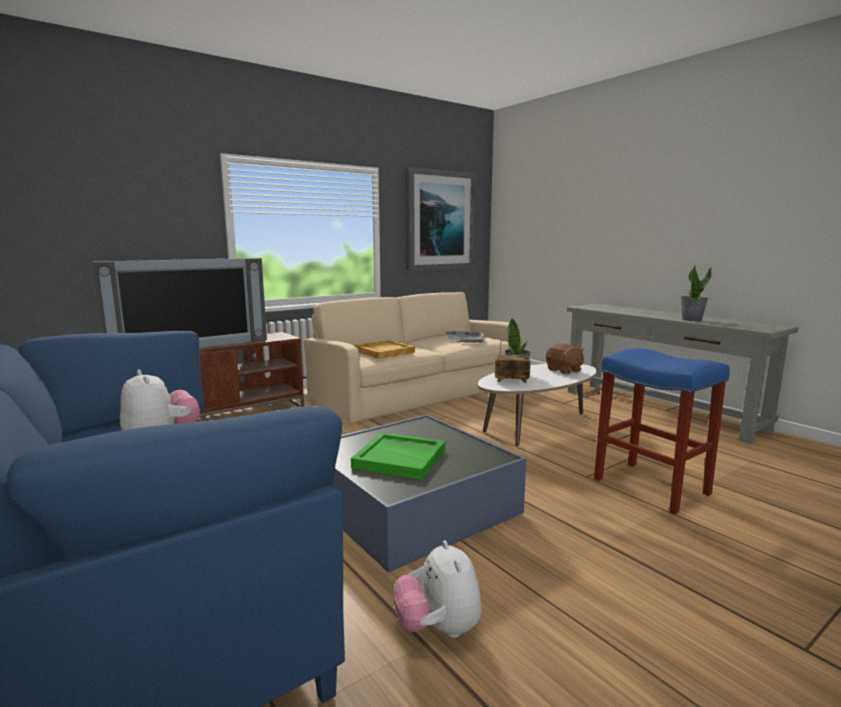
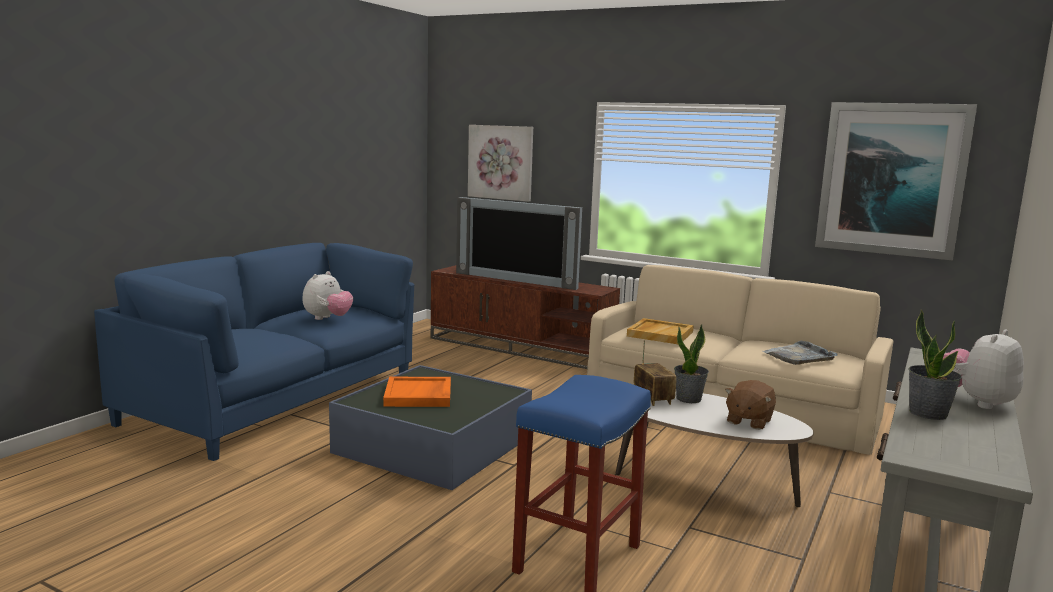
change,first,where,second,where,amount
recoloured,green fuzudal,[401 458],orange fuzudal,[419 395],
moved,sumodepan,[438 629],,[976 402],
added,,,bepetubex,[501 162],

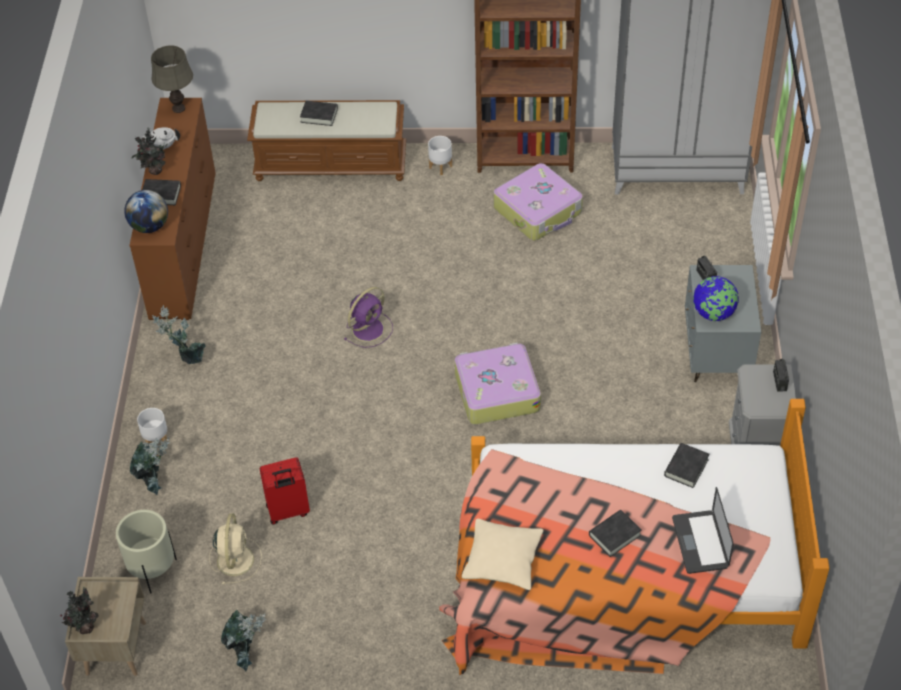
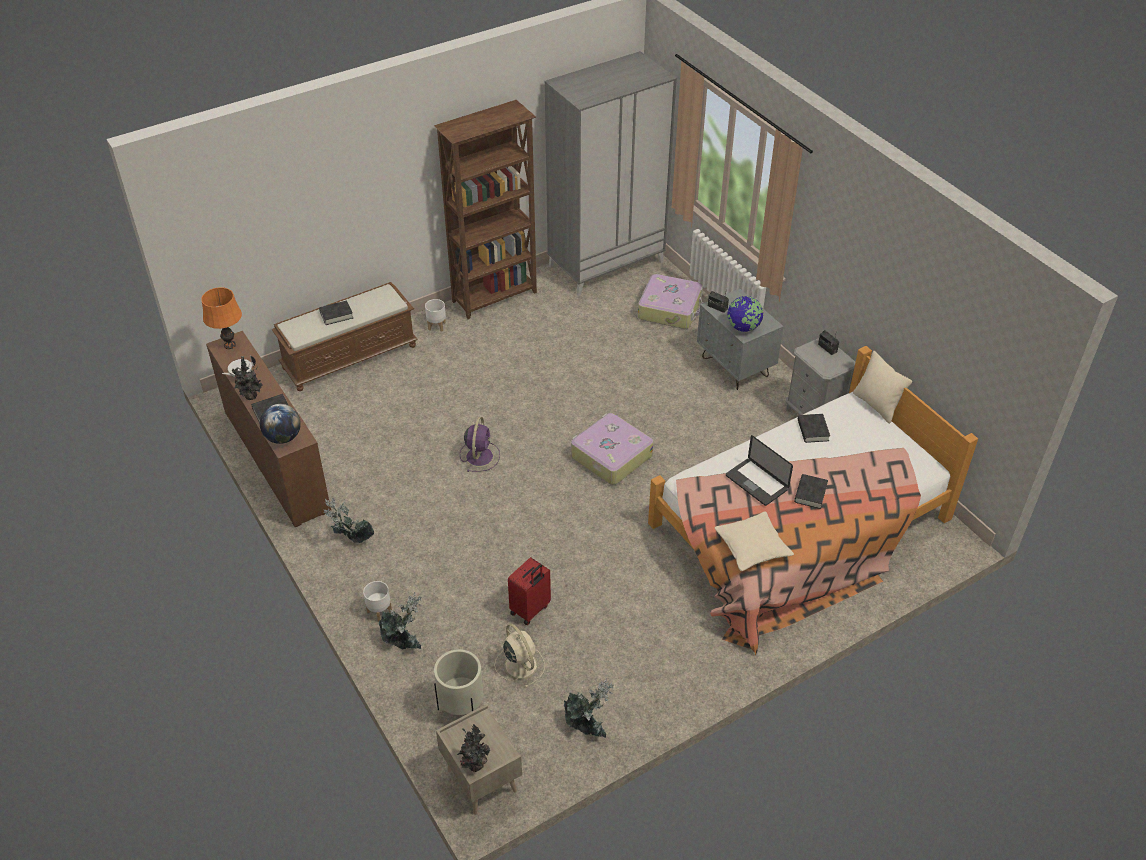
change,first,where,second,where,amount
recoloured,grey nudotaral,[178 108],orange nudotaral,[229 345],
moved,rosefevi,[538 211],,[670 309],
moved,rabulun,[700 543],,[756 482],
added,,,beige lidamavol,[876 405],

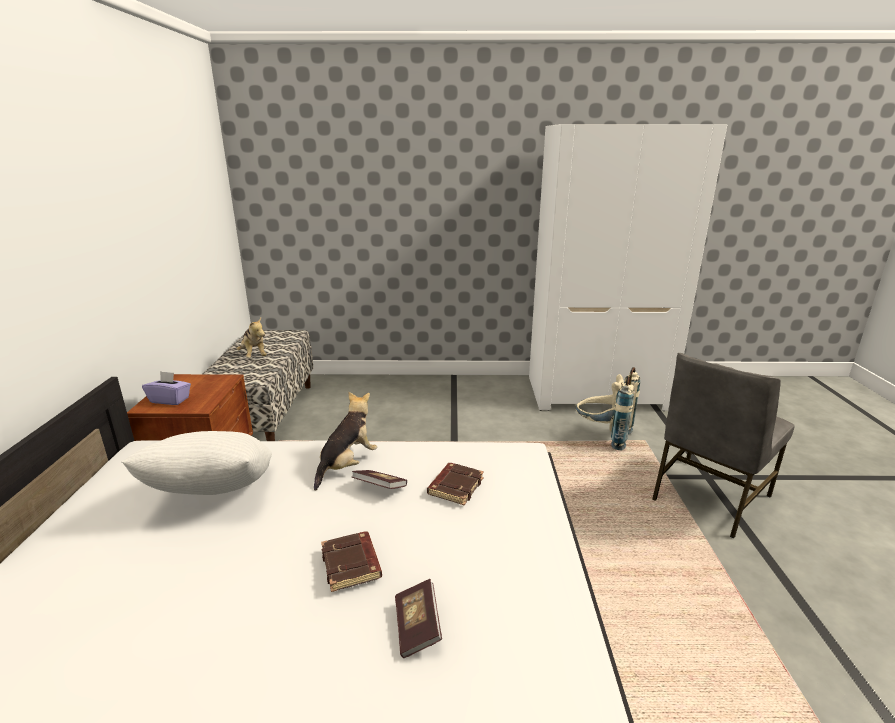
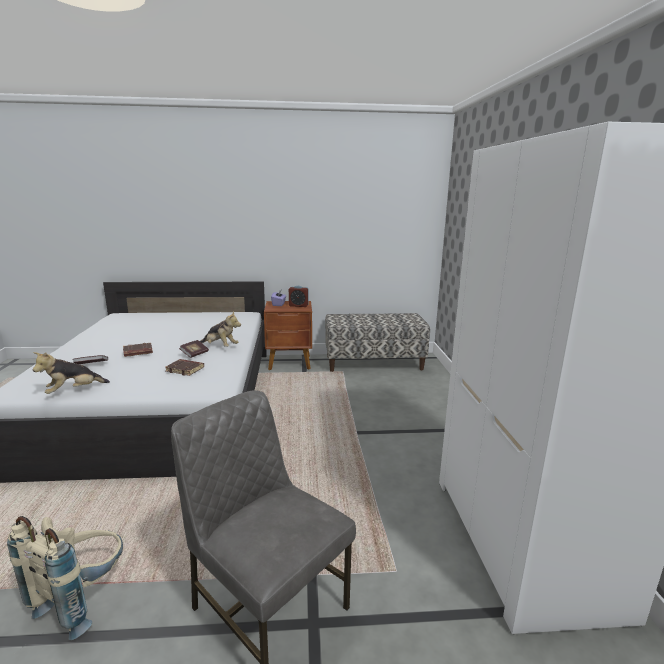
change,first,where,second,where,amount
removed,white lidamavol,[213 496],,,
moved,sumodepan,[254 356],,[73 391],
moved,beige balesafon,[603 436],,[83 598],
added,,,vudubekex,[298 305],

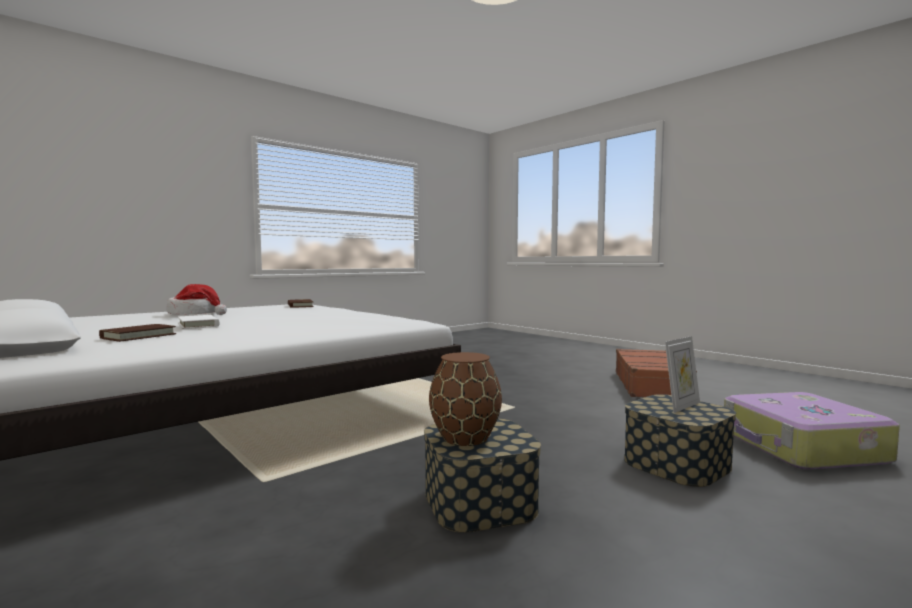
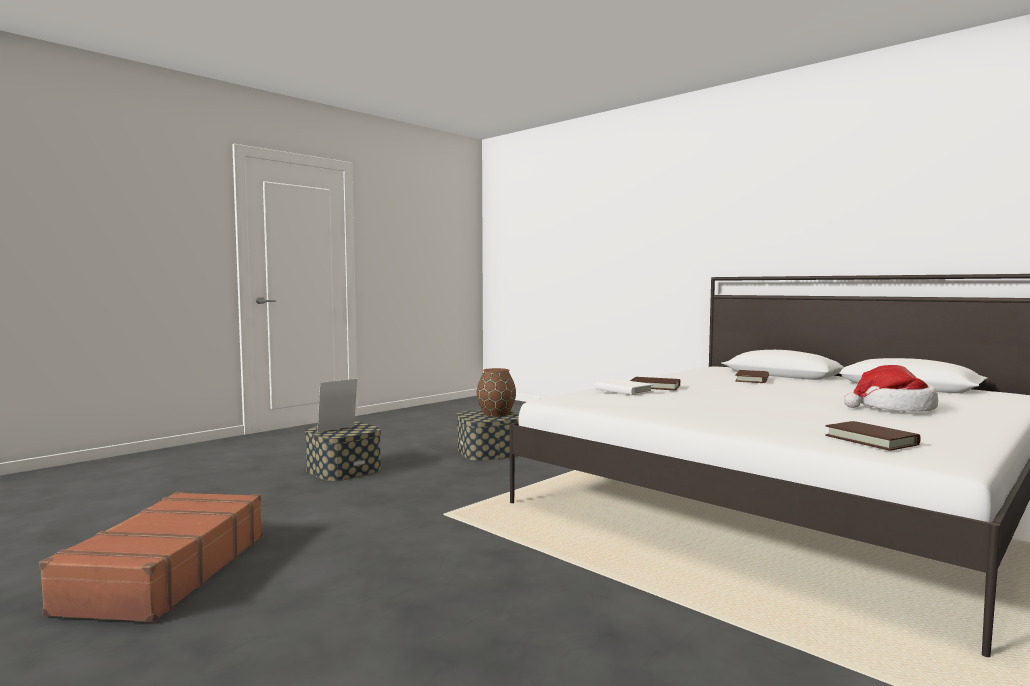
change,first,where,second,where,amount
moved,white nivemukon,[198 325],,[623 390],
removed,rosefevi,[801 447],,,
added,,,brown nivemukon,[655 386],

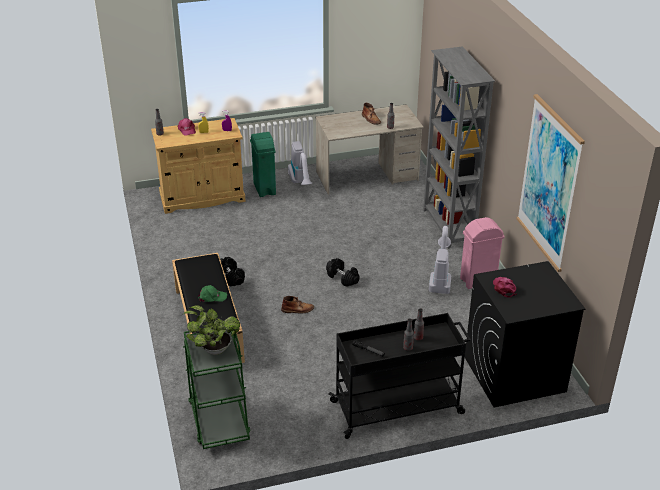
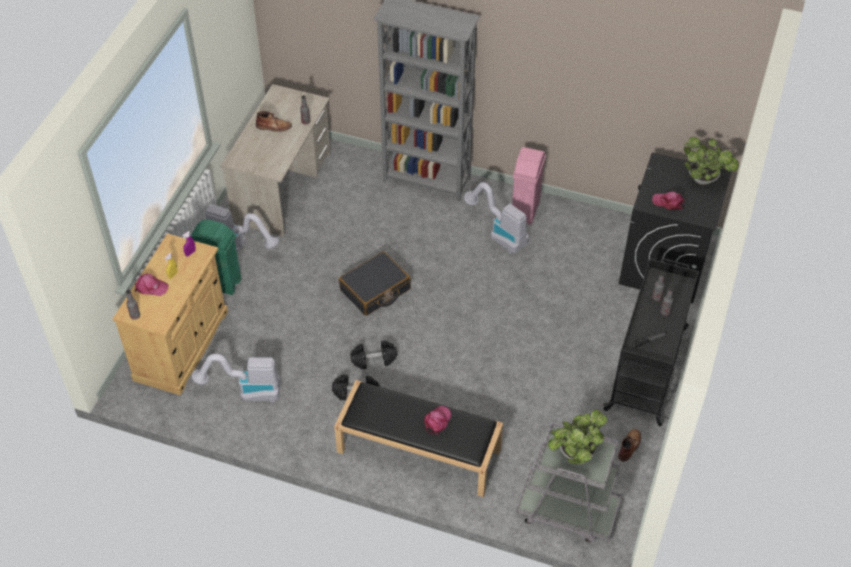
change,first,where,second,where,amount
recoloured,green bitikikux,[219 419],grey bitikikux,[567 510],
recoloured,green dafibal,[212 297],pink dafibal,[437 421],
moved,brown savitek,[298 309],,[629 446],
moved,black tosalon,[342 278],,[374 359],
removed,bepetubex,[549 183],,,
added,,,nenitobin,[246 391],
added,,,black rosefevi,[375 290],
added,,,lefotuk,[704 180],

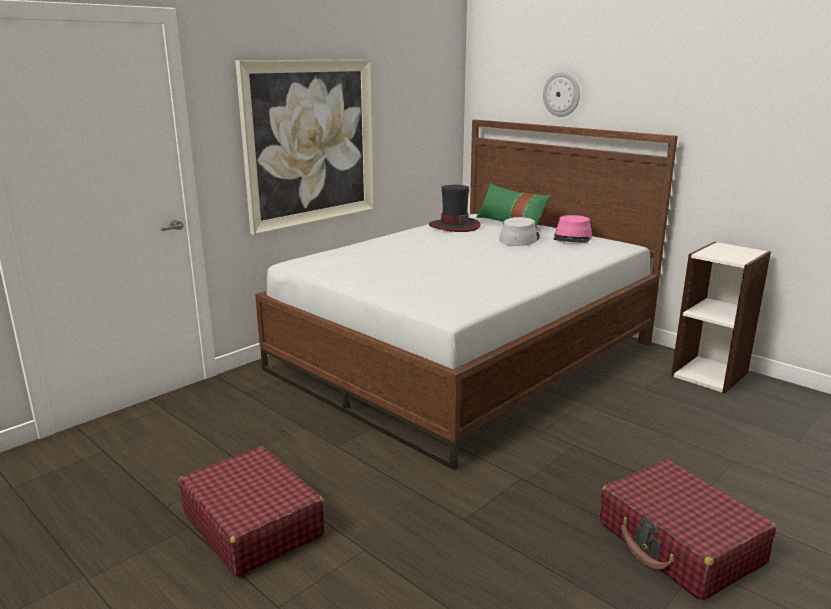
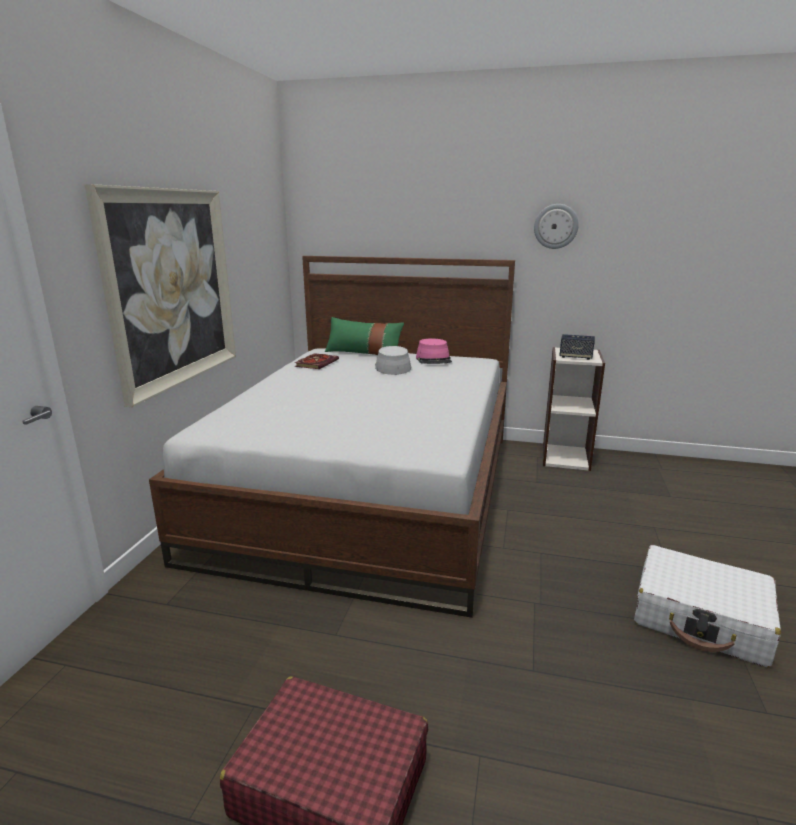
change,first,where,second,where,amount
replaced,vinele,[454 226],nivemukon,[316 363],
moved,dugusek,[562 94],,[556 226],
recoloured,red rosefevi,[679 544],white rosefevi,[701 618],
added,,,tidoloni,[575 357],

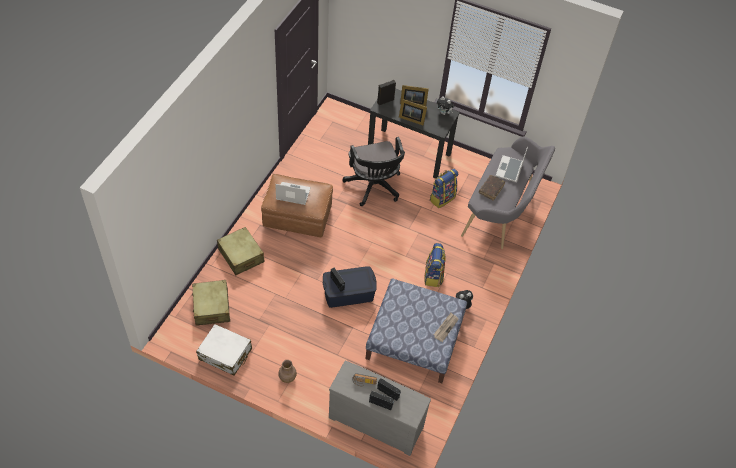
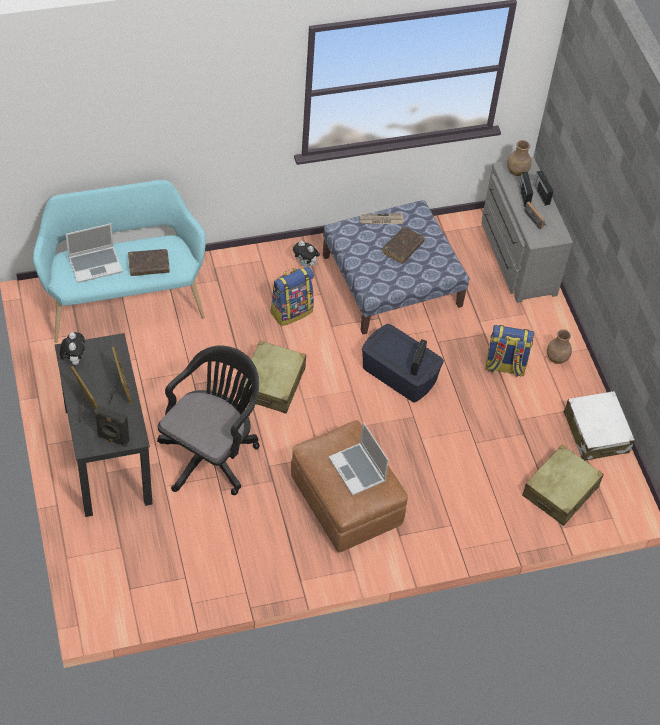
change,first,where,second,where,amount
moved,beige rosefevi,[241 256],,[272 384],
moved,balesafon,[442 198],,[504 366],
recoloured,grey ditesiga,[501 212],turquoise ditesiga,[123 300],
added,,,brown nivemukon,[402 248],
added,,,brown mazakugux,[517 171],

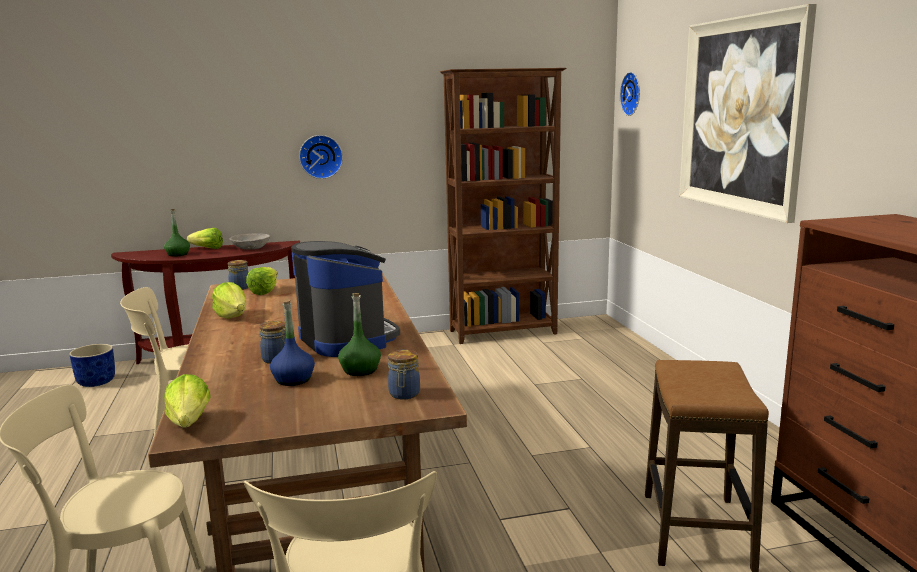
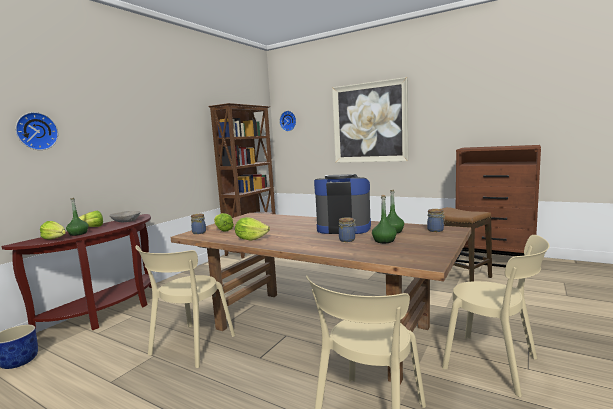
change,first,where,second,where,amount
moved,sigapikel,[187 427],,[56 239],
recoloured,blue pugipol,[293 380],green pugipol,[384 241],
moved,dugusek,[320 156],,[36 131],

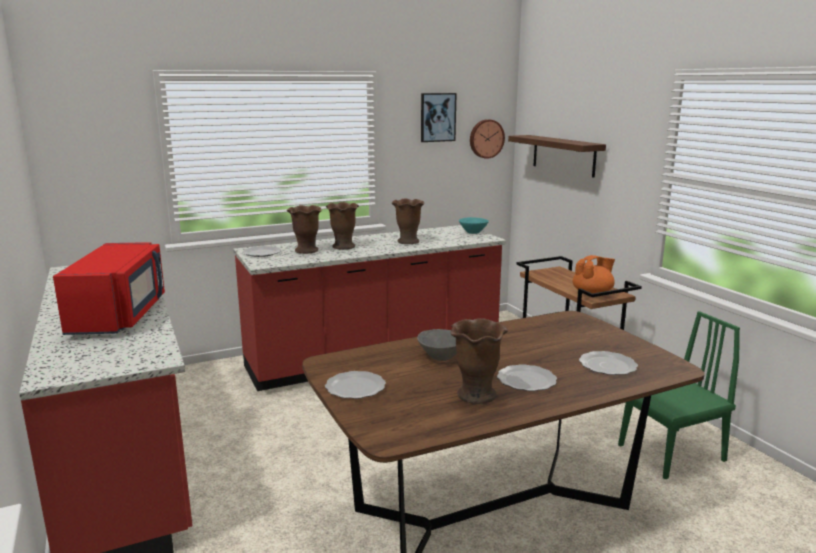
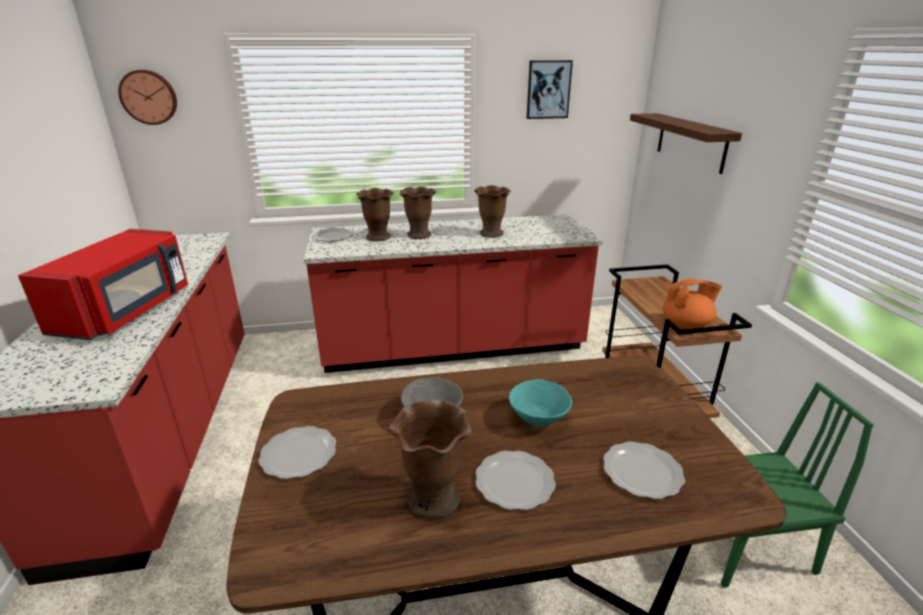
change,first,where,second,where,amount
moved,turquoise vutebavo,[473 232],,[539 418],
moved,dugusek,[486 138],,[149 97],

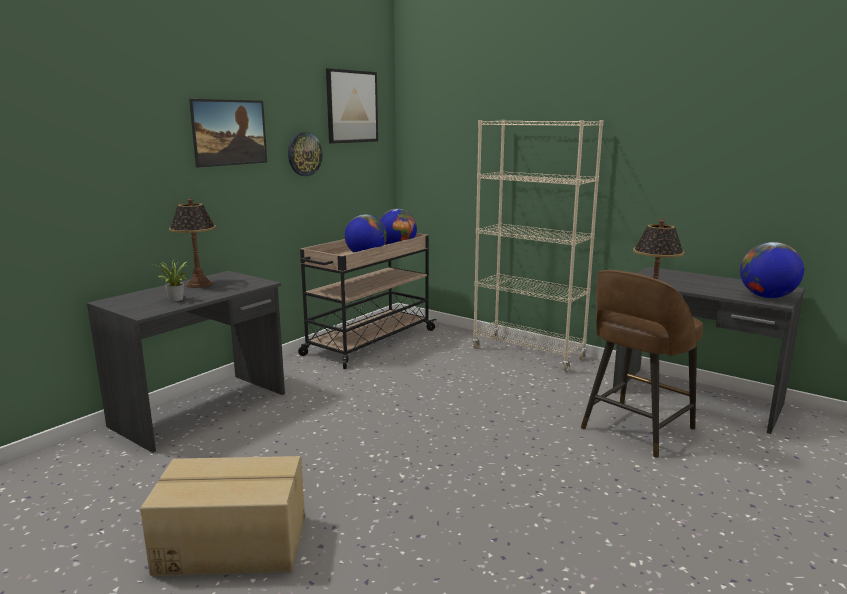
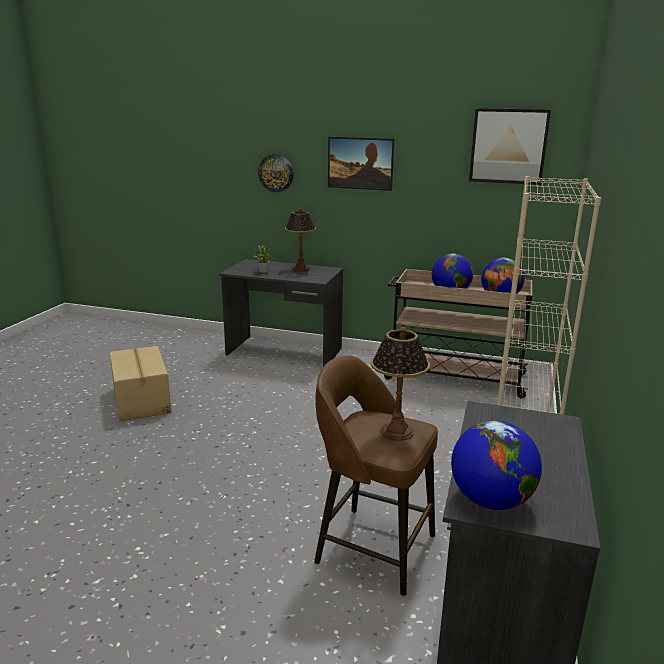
change,first,where,second,where,amount
moved,dugusek,[304 154],,[276 173],

